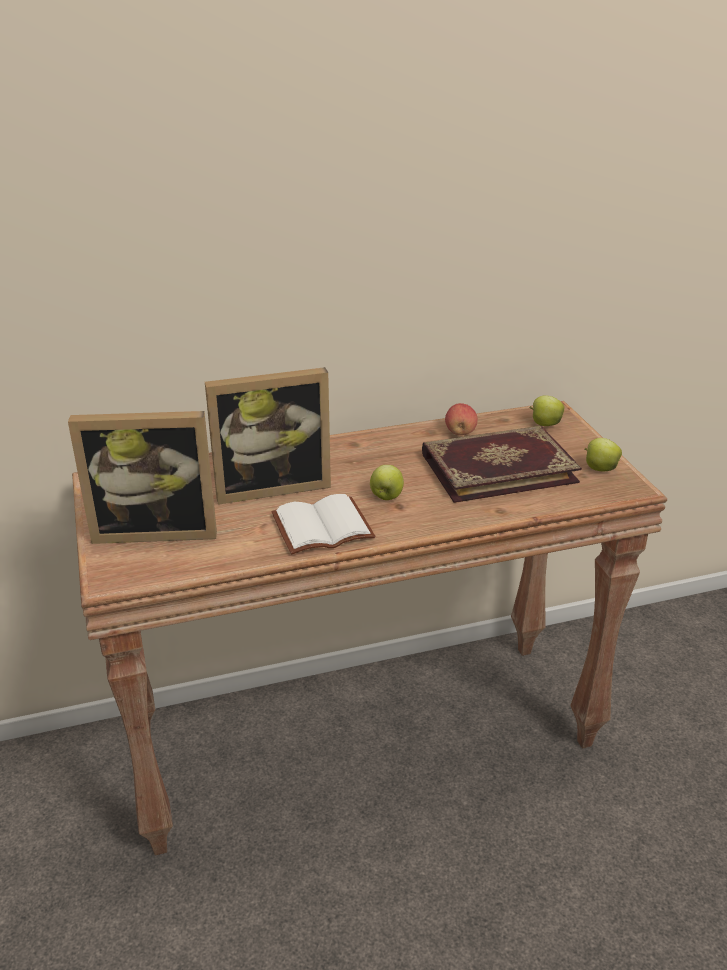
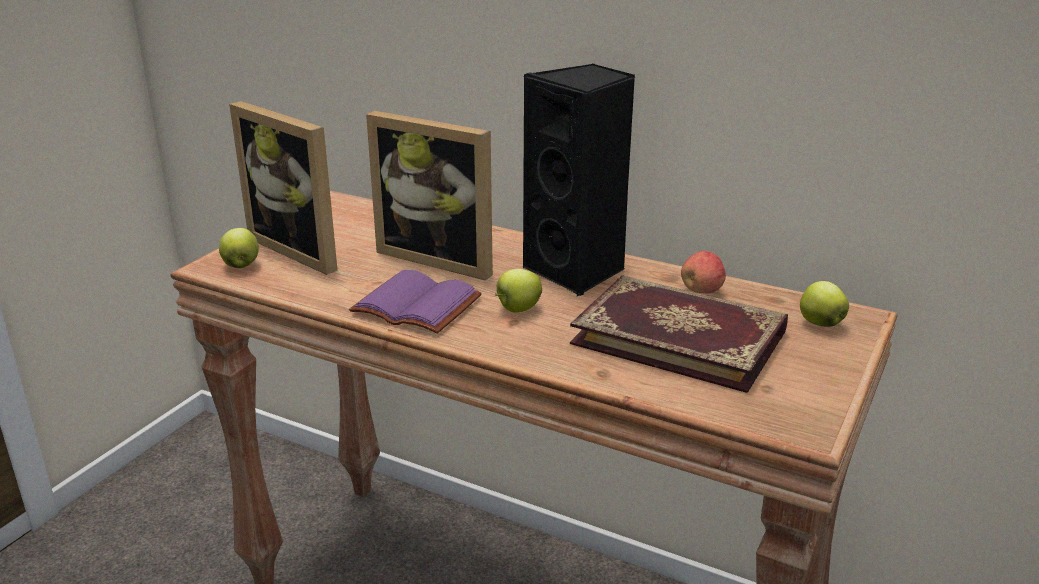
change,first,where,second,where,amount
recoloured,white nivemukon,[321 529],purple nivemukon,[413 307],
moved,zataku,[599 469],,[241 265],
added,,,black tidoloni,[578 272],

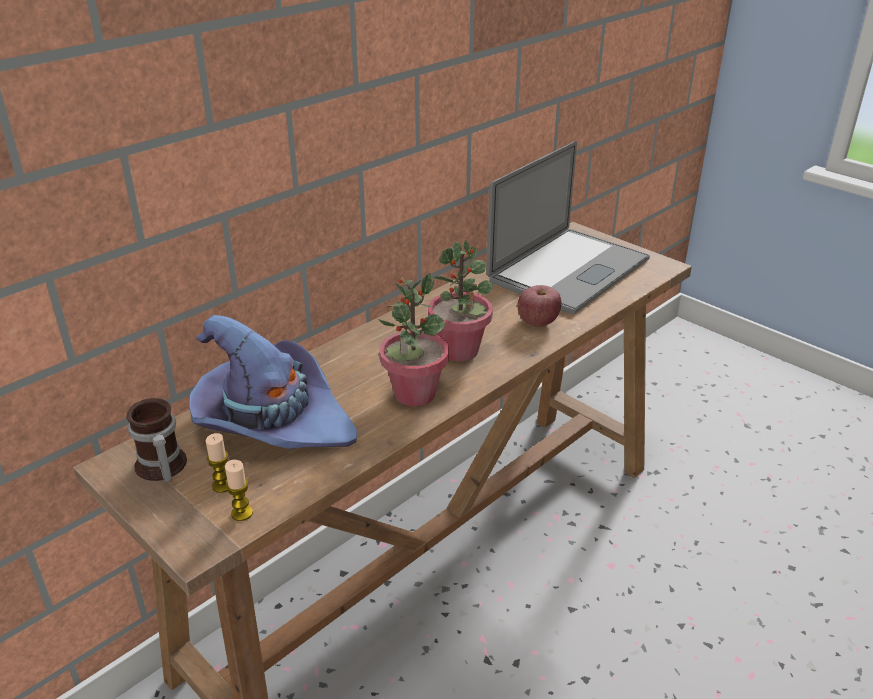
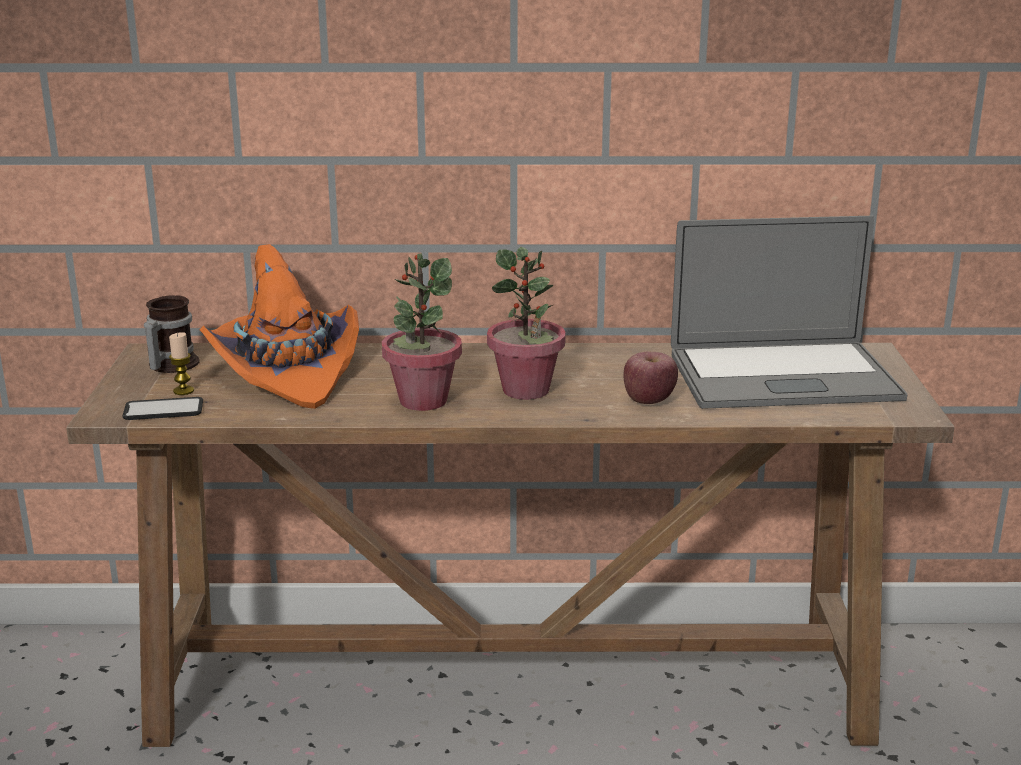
change,first,where,second,where,amount
recoloured,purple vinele,[272 421],orange vinele,[288 371],
replaced,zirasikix,[242 513],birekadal,[163 410],

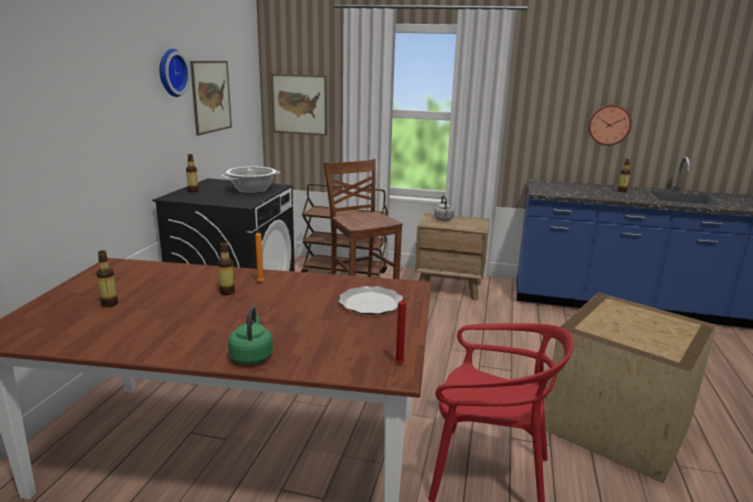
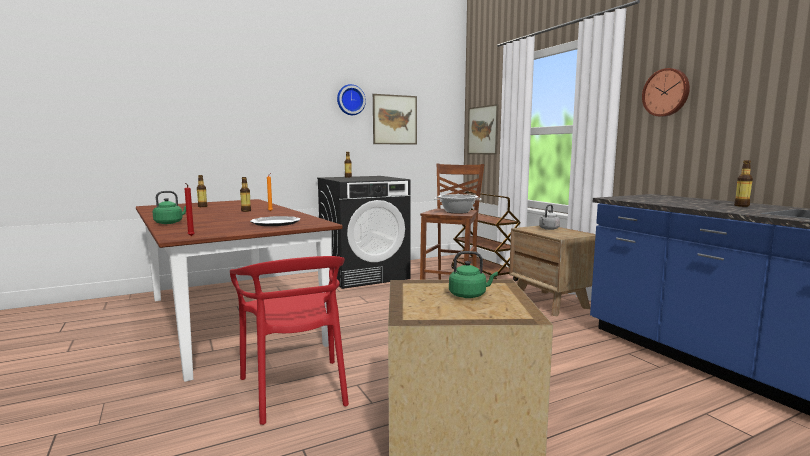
change,first,where,second,where,amount
moved,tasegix,[252 190],,[457 212],
moved,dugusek,[609 124],,[666 92],
added,,,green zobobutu,[469 295],

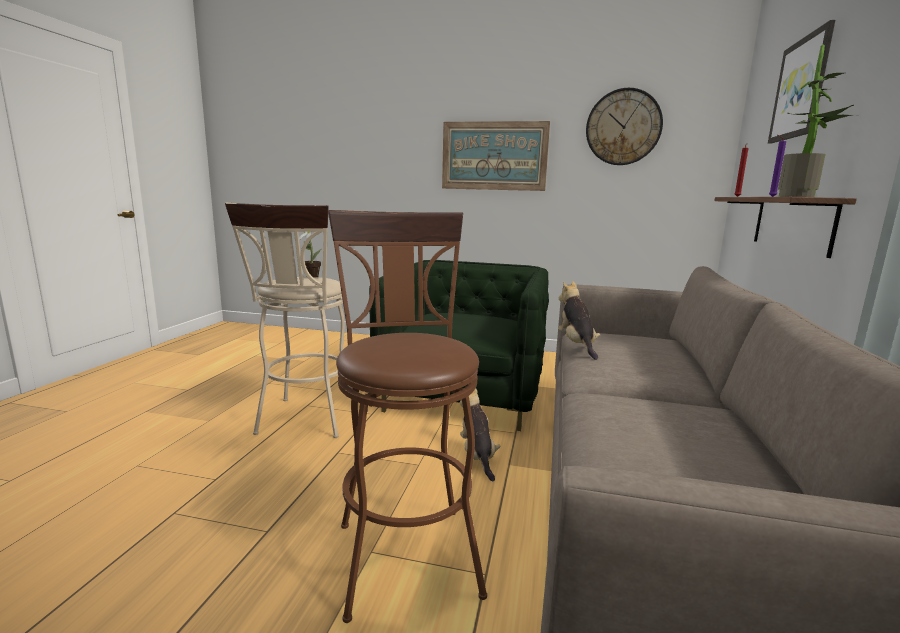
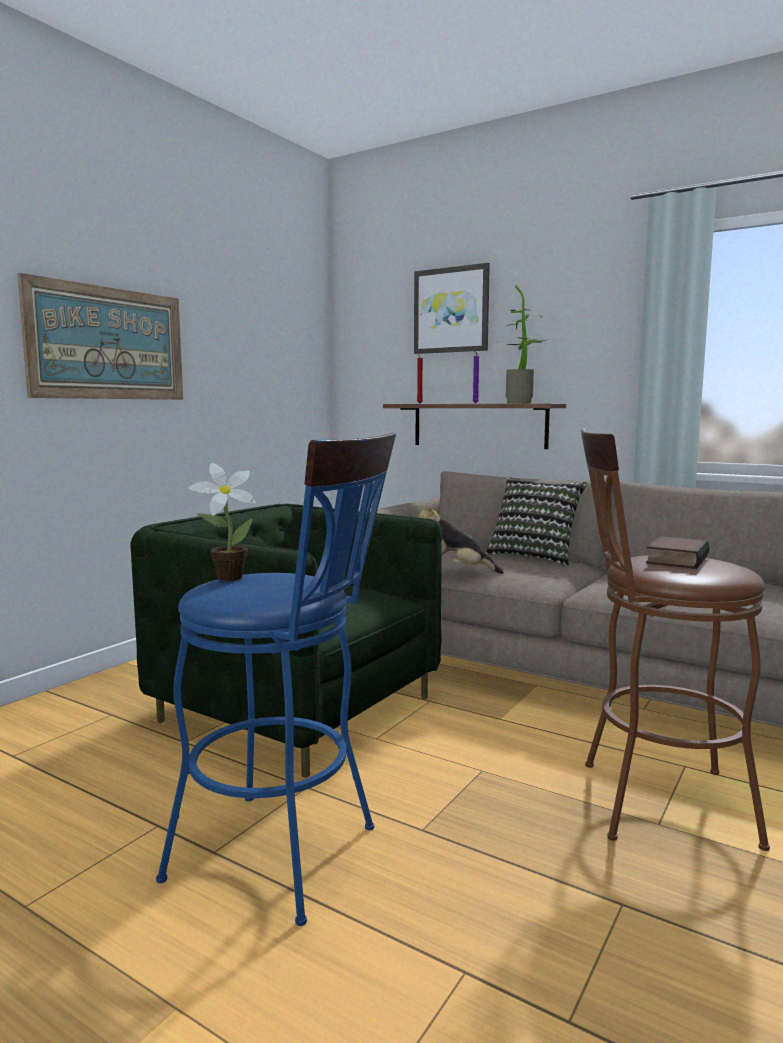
change,first,where,second,where,amount
recoloured,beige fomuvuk,[306 421],blue fomuvuk,[288 856],
removed,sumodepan,[477 456],,,
removed,dugusek,[623 127],,,
added,,,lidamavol,[534 556],
added,,,nivemukon,[675 559],

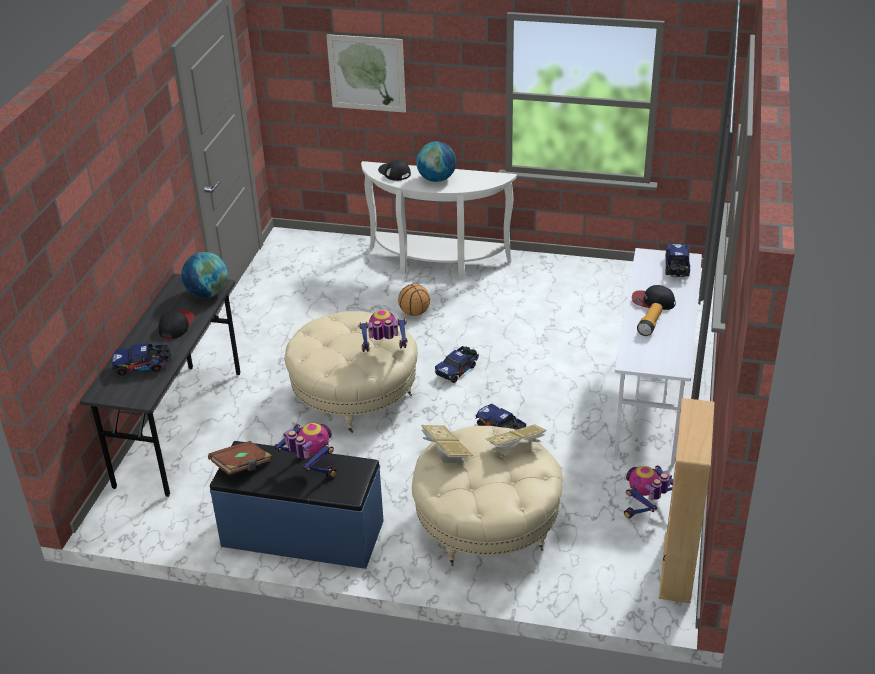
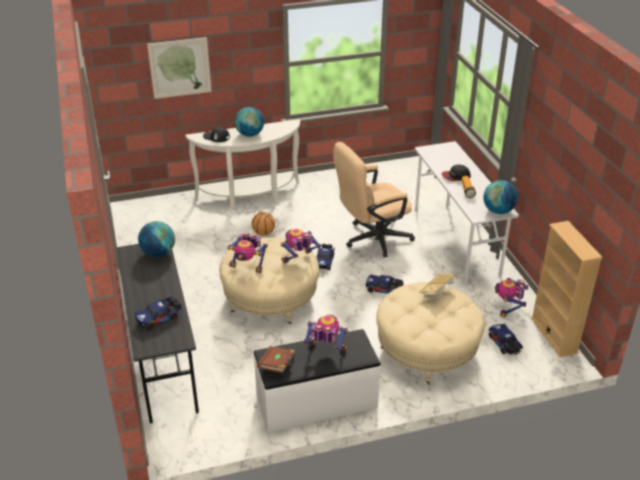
change,first,where,second,where,amount
removed,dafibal,[176 326],,,
recoloured,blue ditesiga,[302 534],white ditesiga,[317 402],
removed,nivemukon,[445 453],,,
moved,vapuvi,[676 268],,[504 345],
added,,,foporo,[248 266],
added,,,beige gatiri,[372 239],
added,,,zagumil,[498 211],

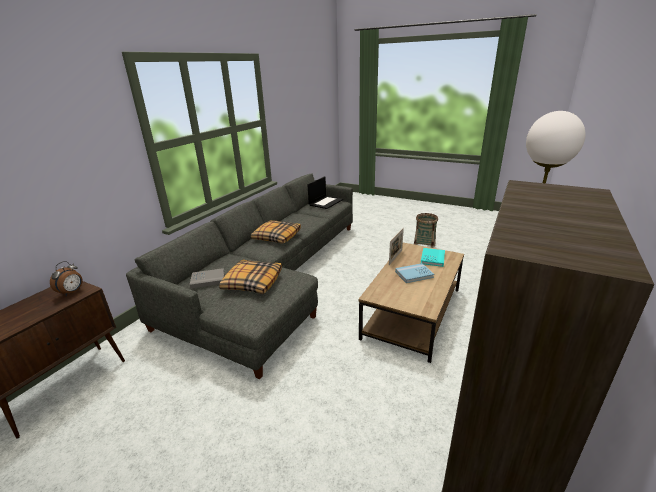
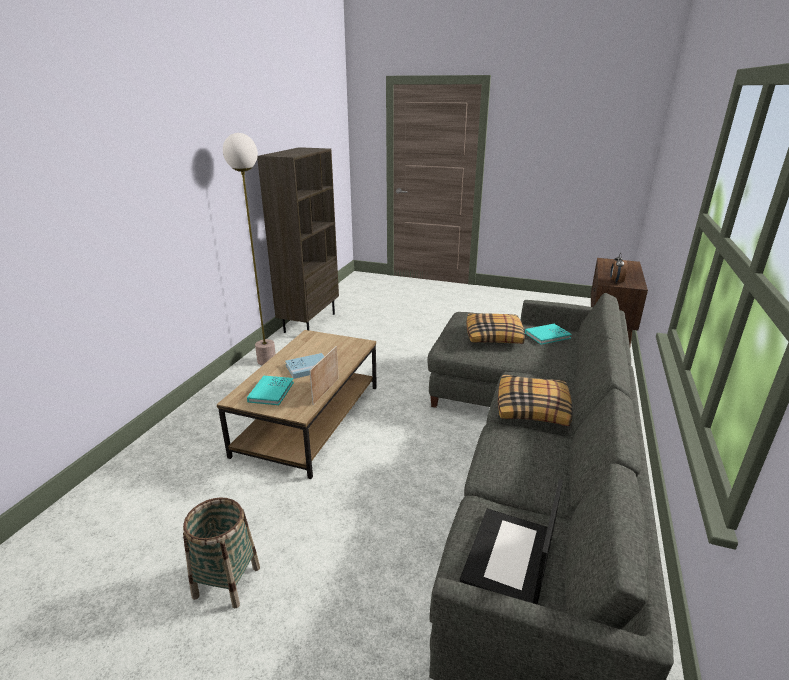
change,first,where,second,where,amount
recoloured,grey nivemukon,[208 279],turquoise nivemukon,[547 335],

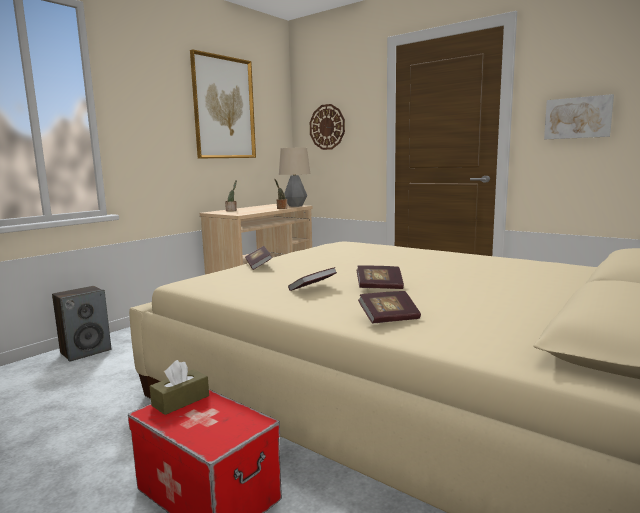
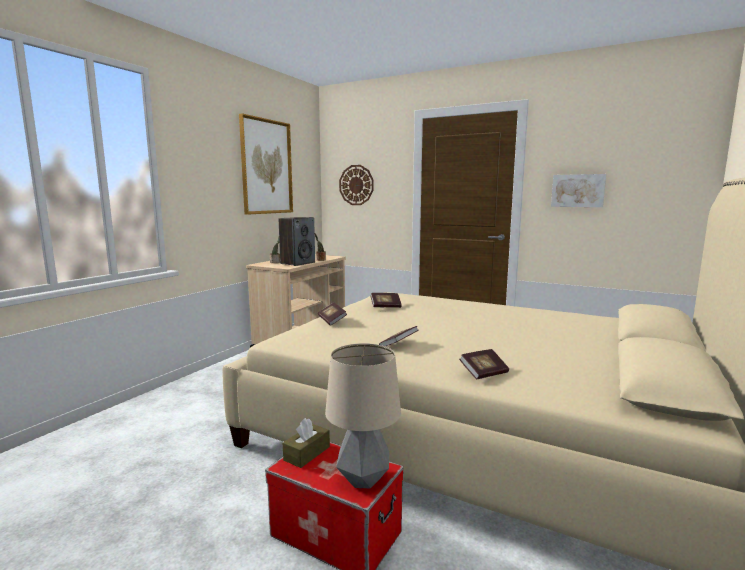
change,first,where,second,where,amount
moved,tidoloni,[86 351],,[298 263],
moved,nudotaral,[295 206],,[363 479],
moved,nivemukon,[379 287],,[385 306],

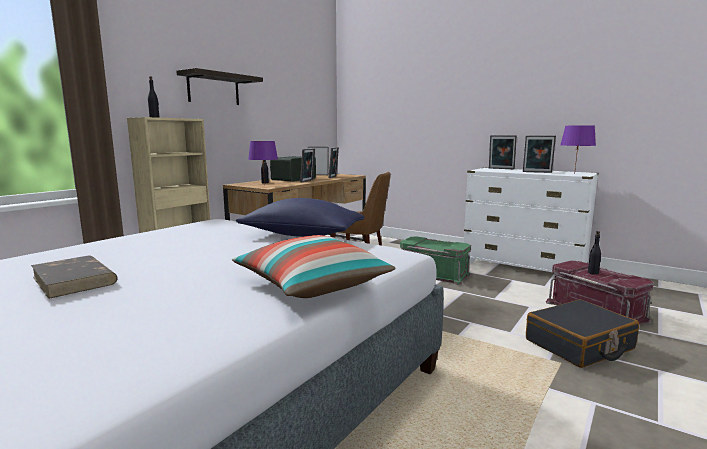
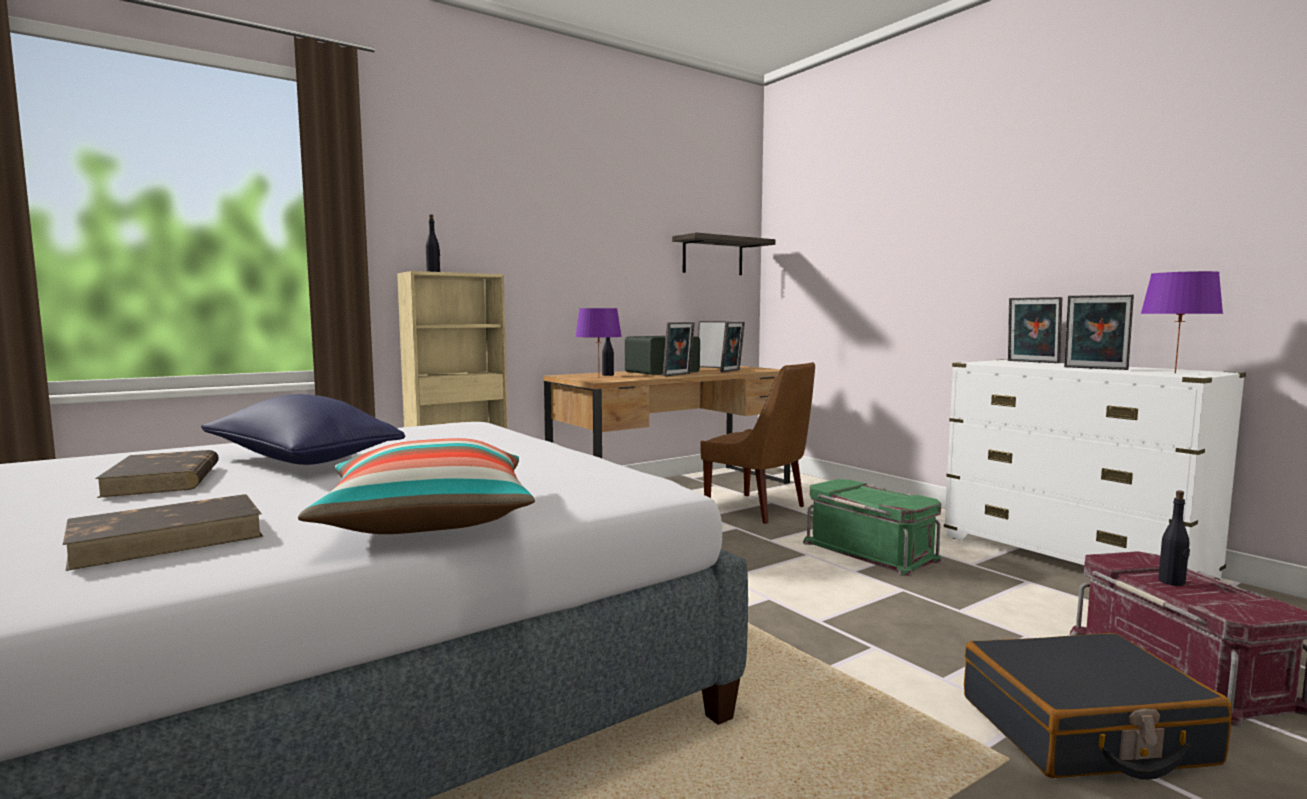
change,first,where,second,where,amount
moved,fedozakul,[213 89],,[712 256],
moved,blue lidamavol,[302 235],,[302 461],
added,,,brown nivemukon,[169 538],

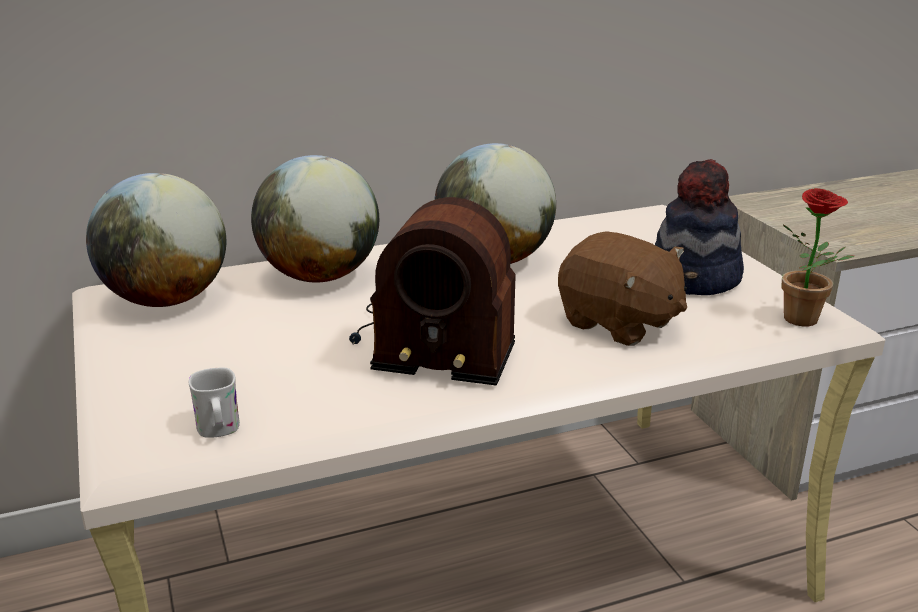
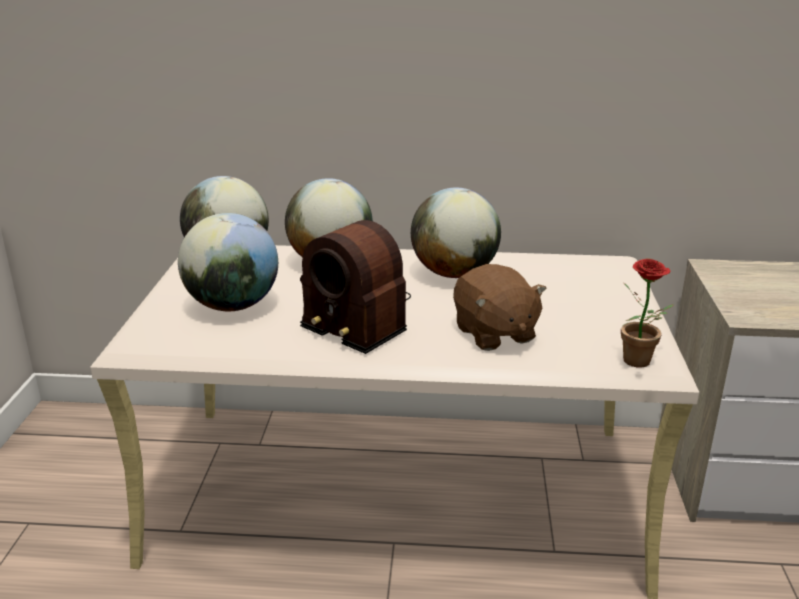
change,first,where,second,where,amount
removed,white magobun,[219 430],,,
removed,vinele,[695 279],,,
added,,,zagumil,[233 306],

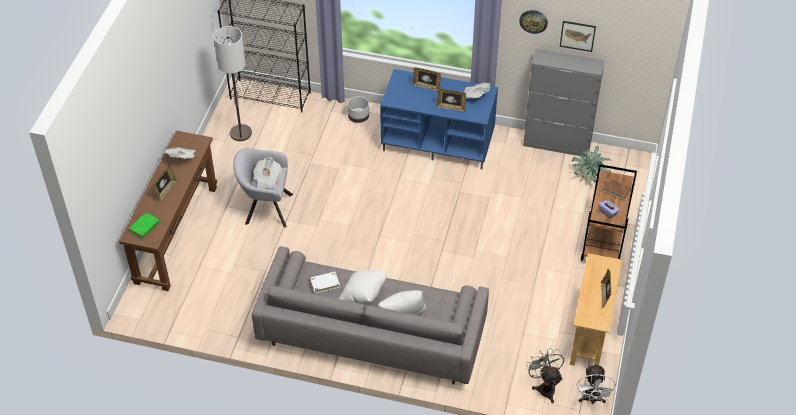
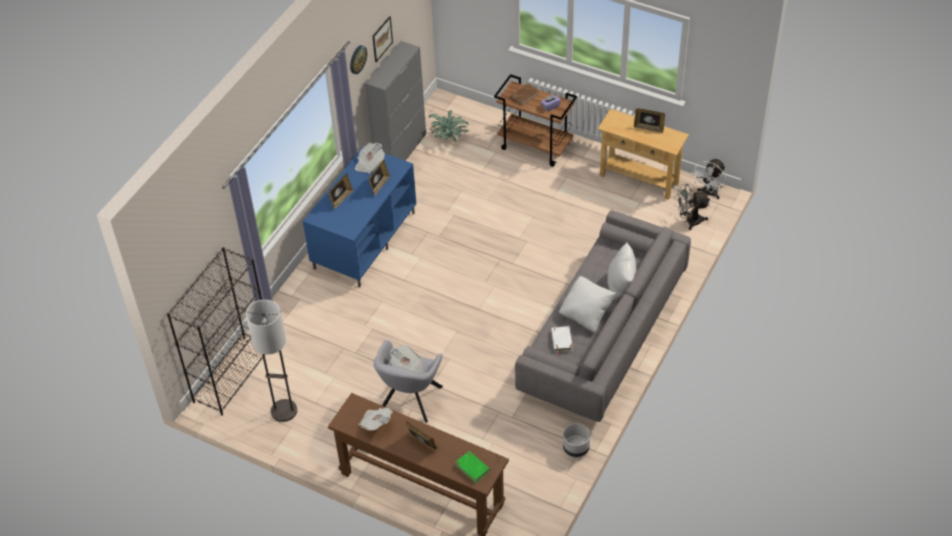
change,first,where,second,where,amount
moved,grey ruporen,[358 117],,[576 448],
turned,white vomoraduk,[592 400],,[709 193],105 degrees clockwise

